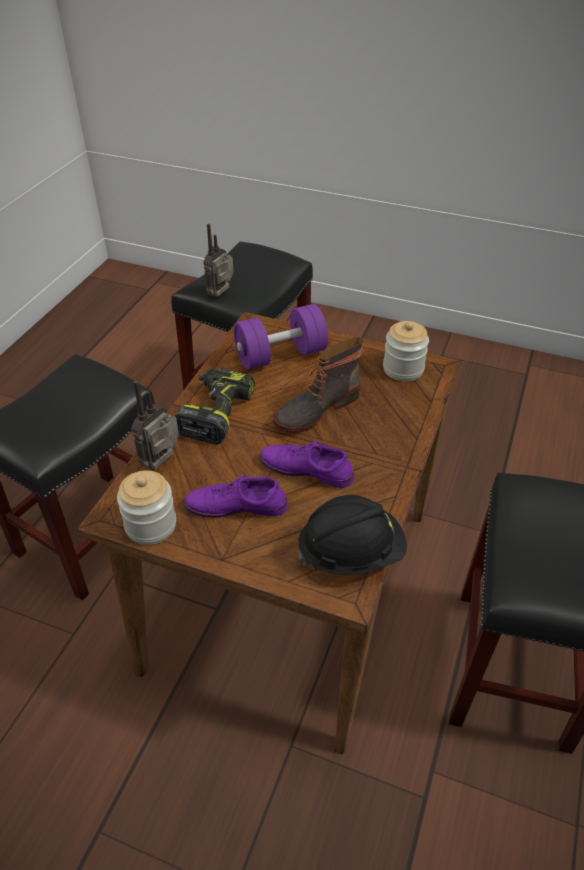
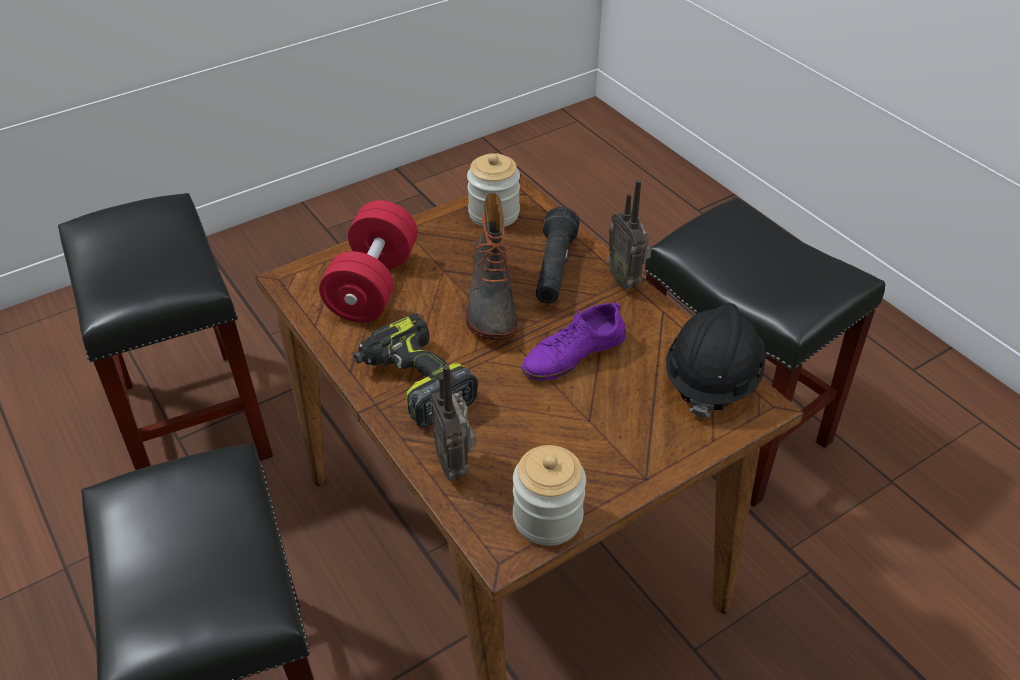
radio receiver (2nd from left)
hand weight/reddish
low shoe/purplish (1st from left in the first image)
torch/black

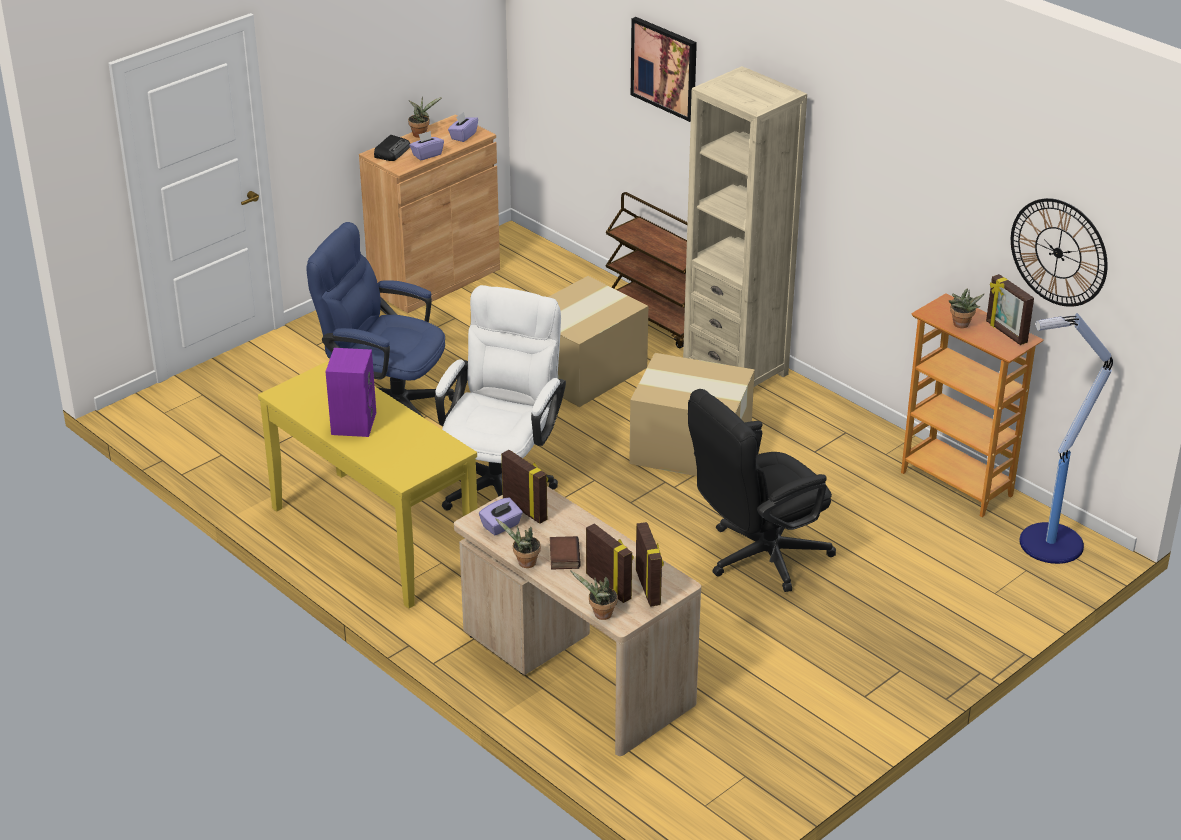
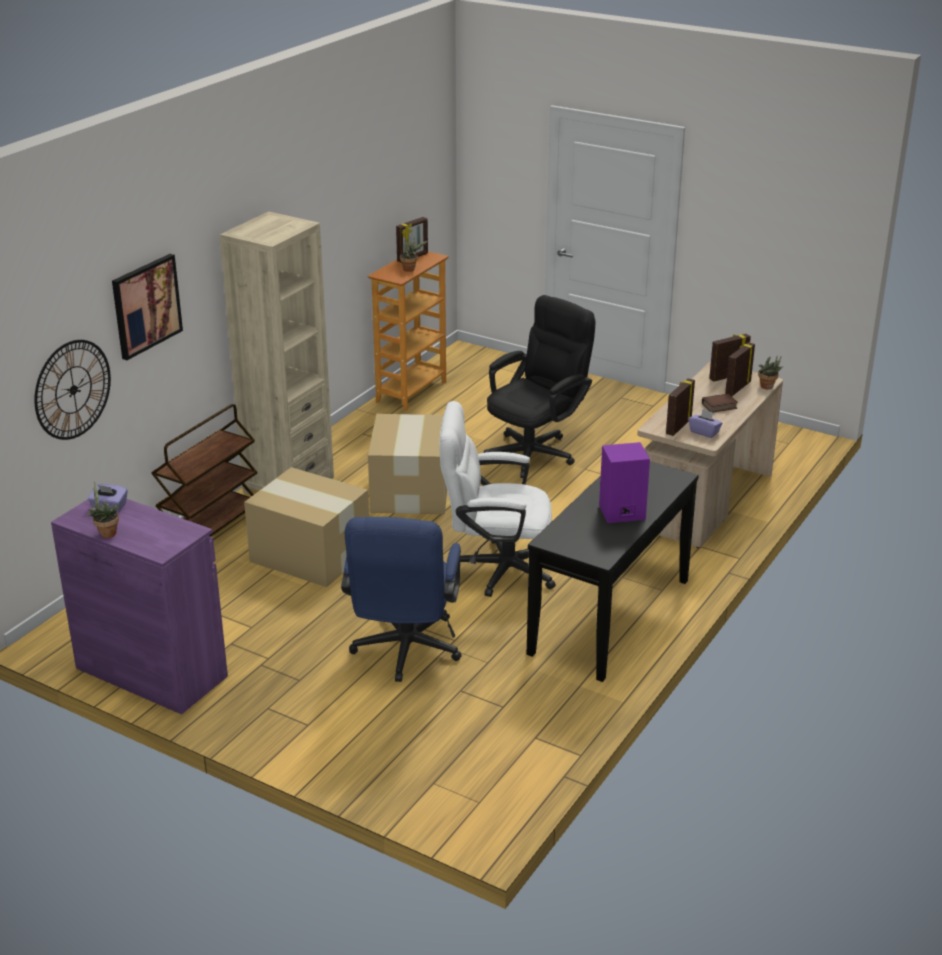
storage cabinet/purplish
tissue box/purplish (1st from left in the first image)
radio receiver
hanging clock
standing lamp
narrow table/black
desk chair/black
plant in a pot (2nd from left in the first image)

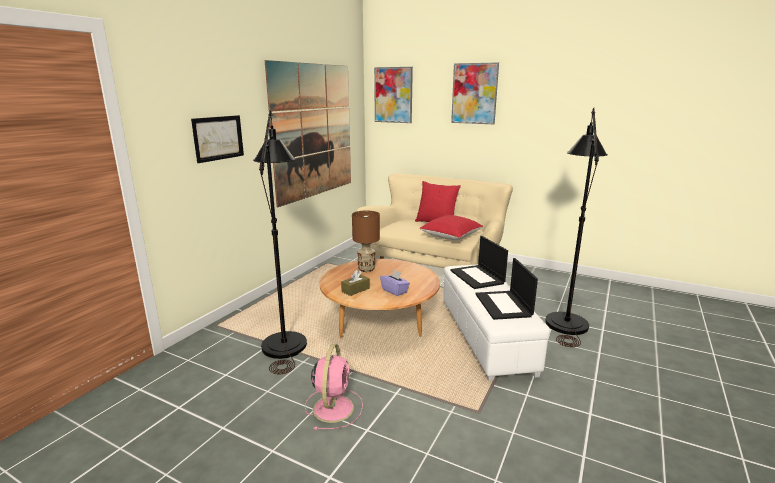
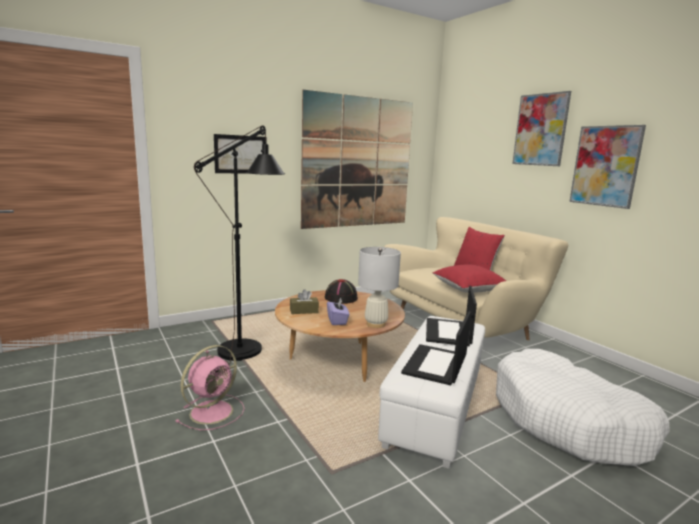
wall art (4th from left)
dog bed/whitish
wearable hat/black
table lamp/whitish

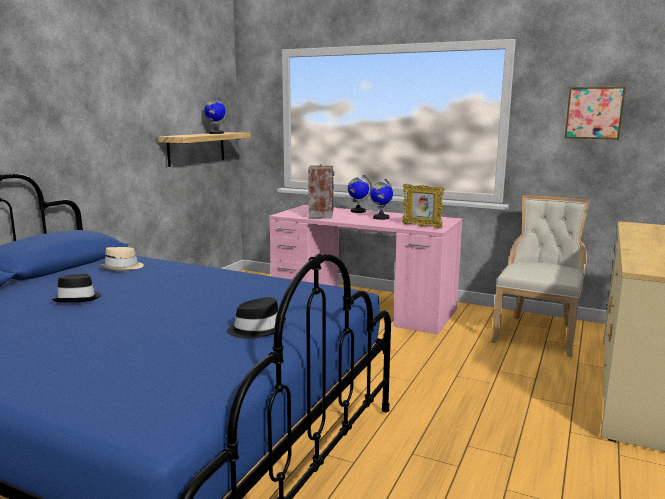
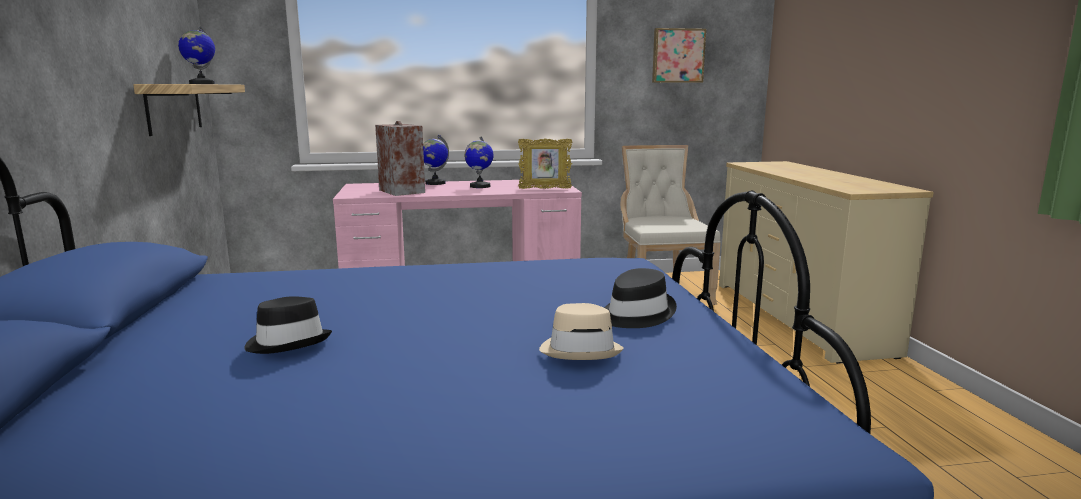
wearable hat/sand-coloured

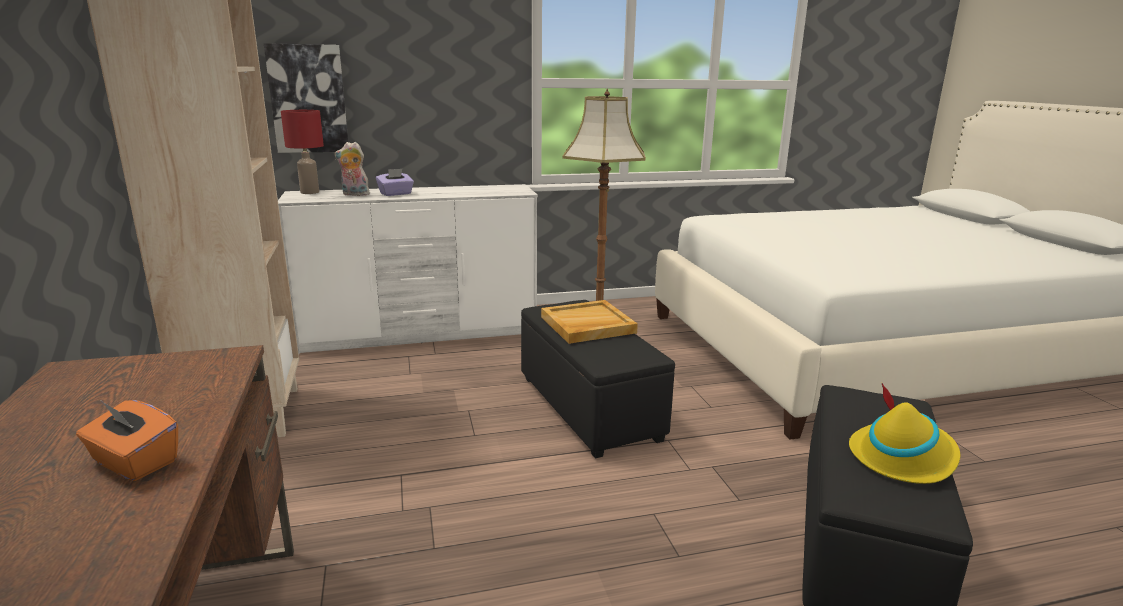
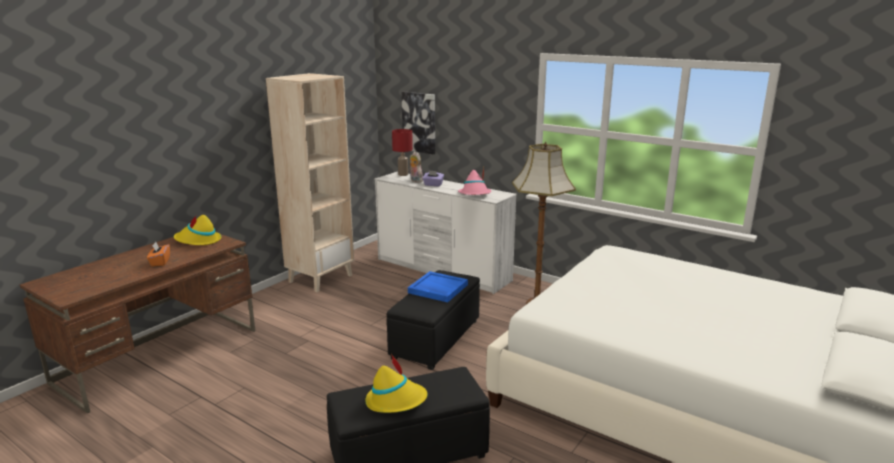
serving tray/bluish
wearable hat/pinkish
wearable hat/yellowish (1st from left)

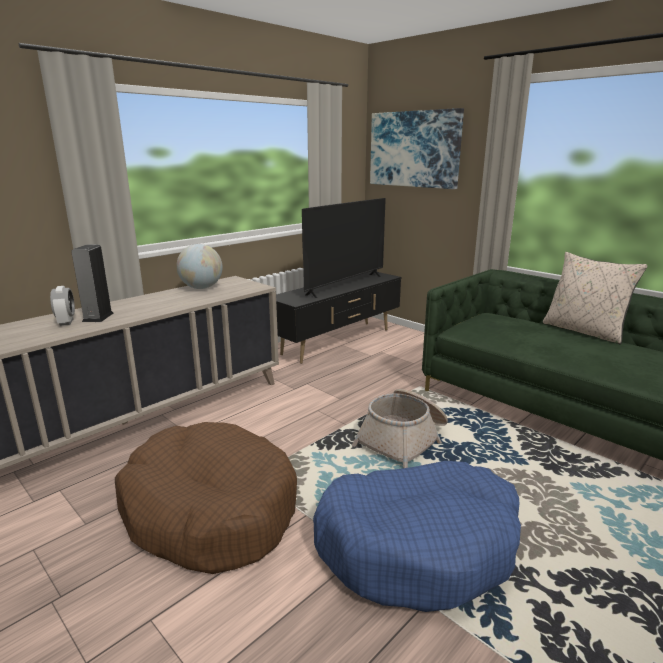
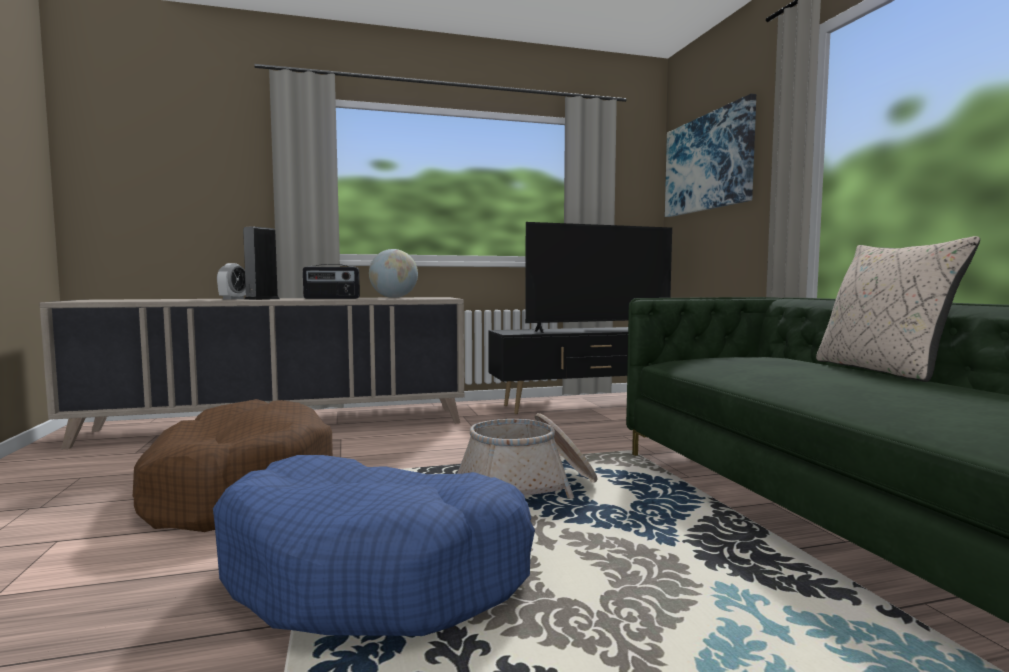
radio receiver

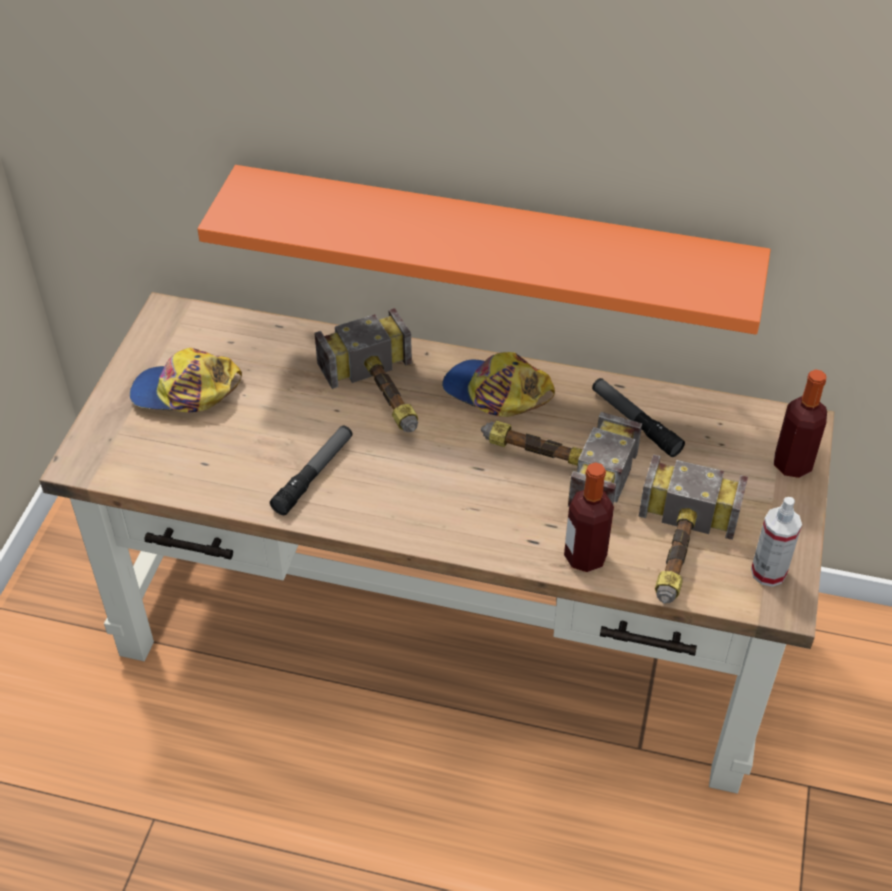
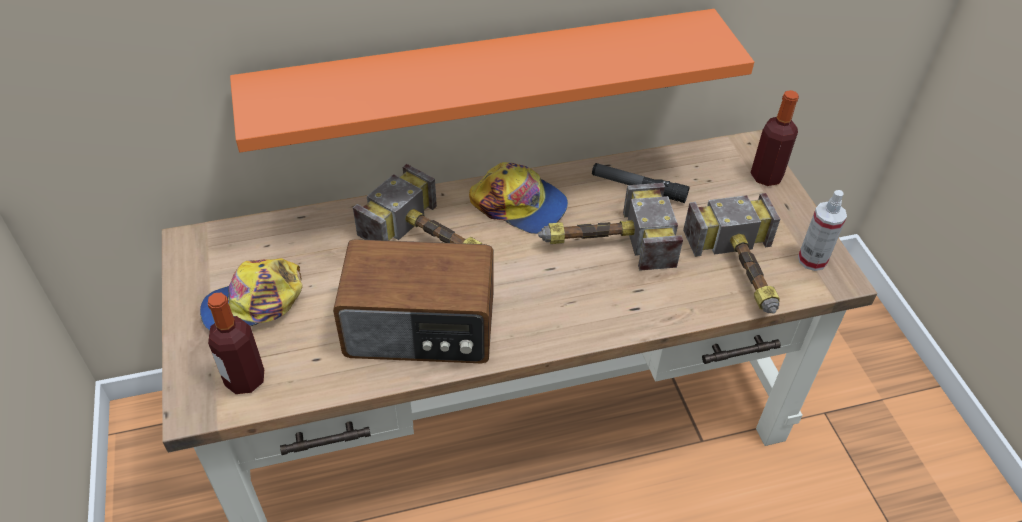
baseball cap (2nd from left)
radio receiver
beverage bottle (1st from left)

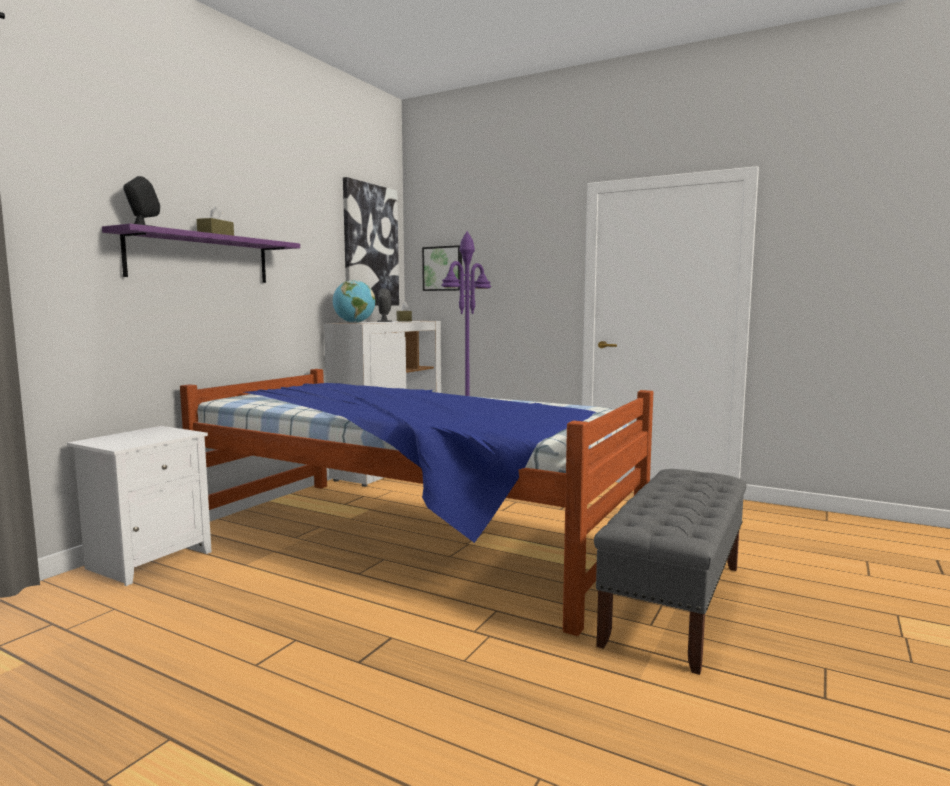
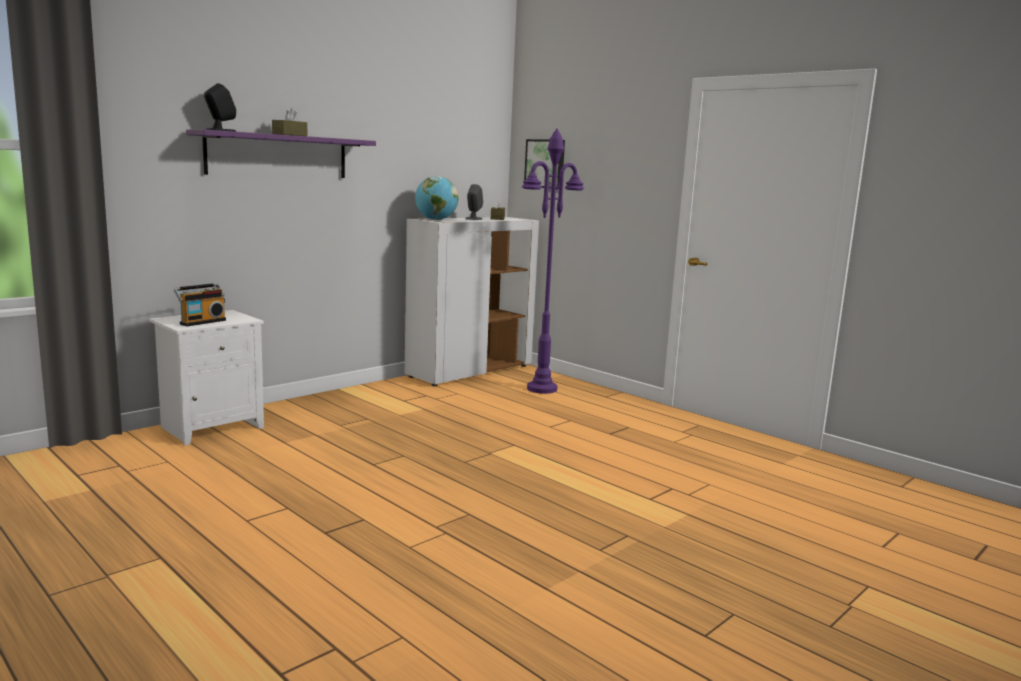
wall art (1st from left in the first image)
sleeping bed
indoor bench/grey
radio receiver

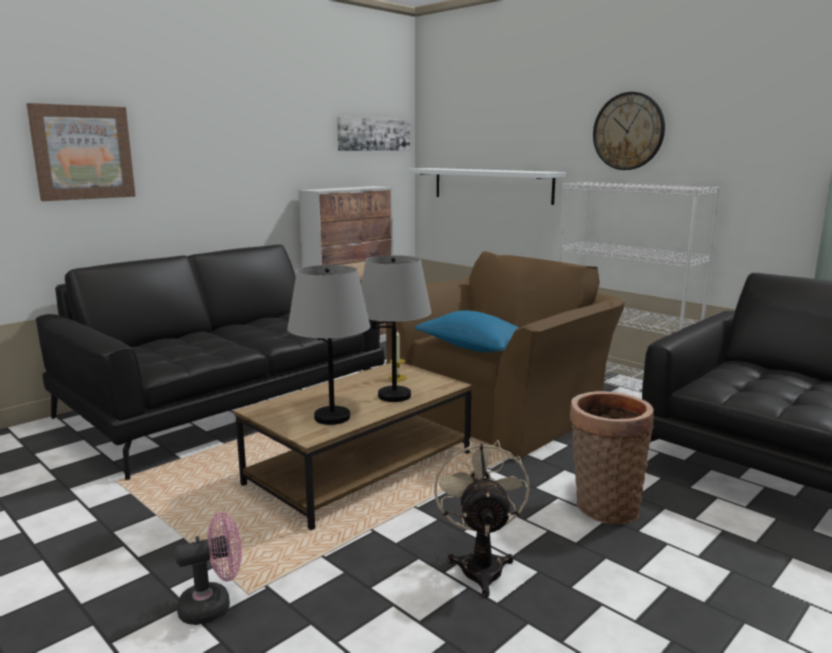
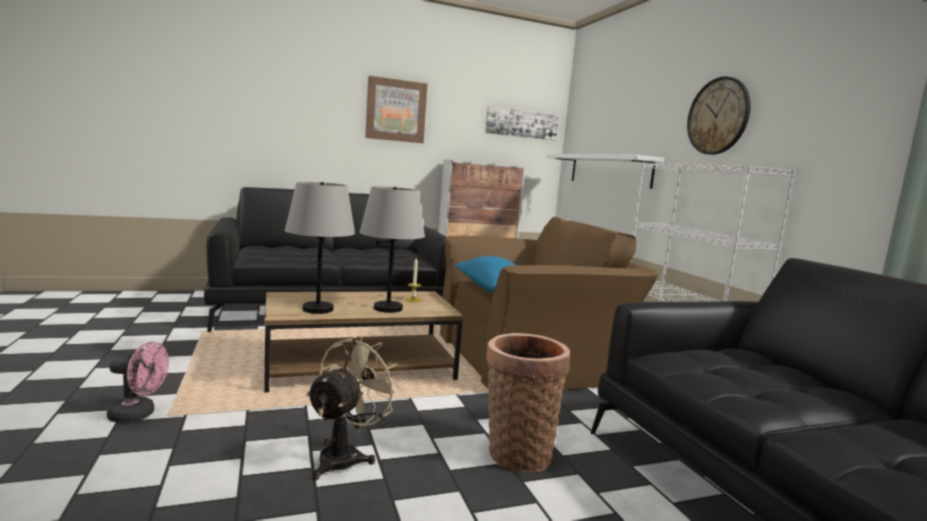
wall art (1st from left)

